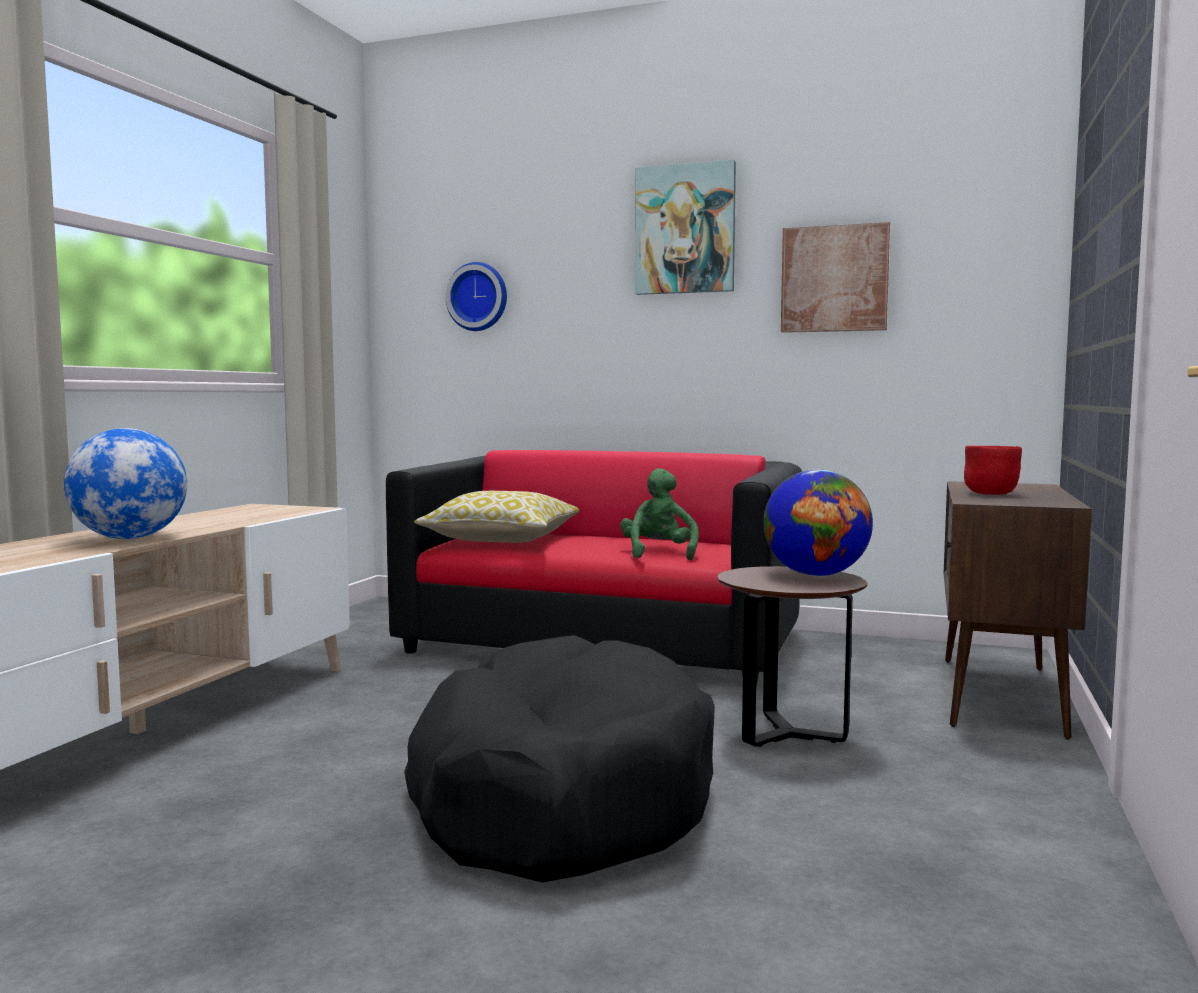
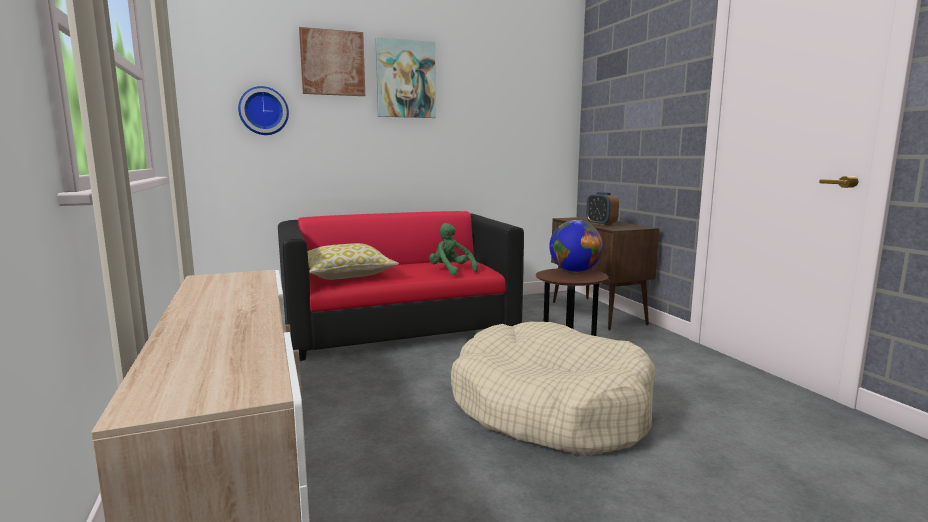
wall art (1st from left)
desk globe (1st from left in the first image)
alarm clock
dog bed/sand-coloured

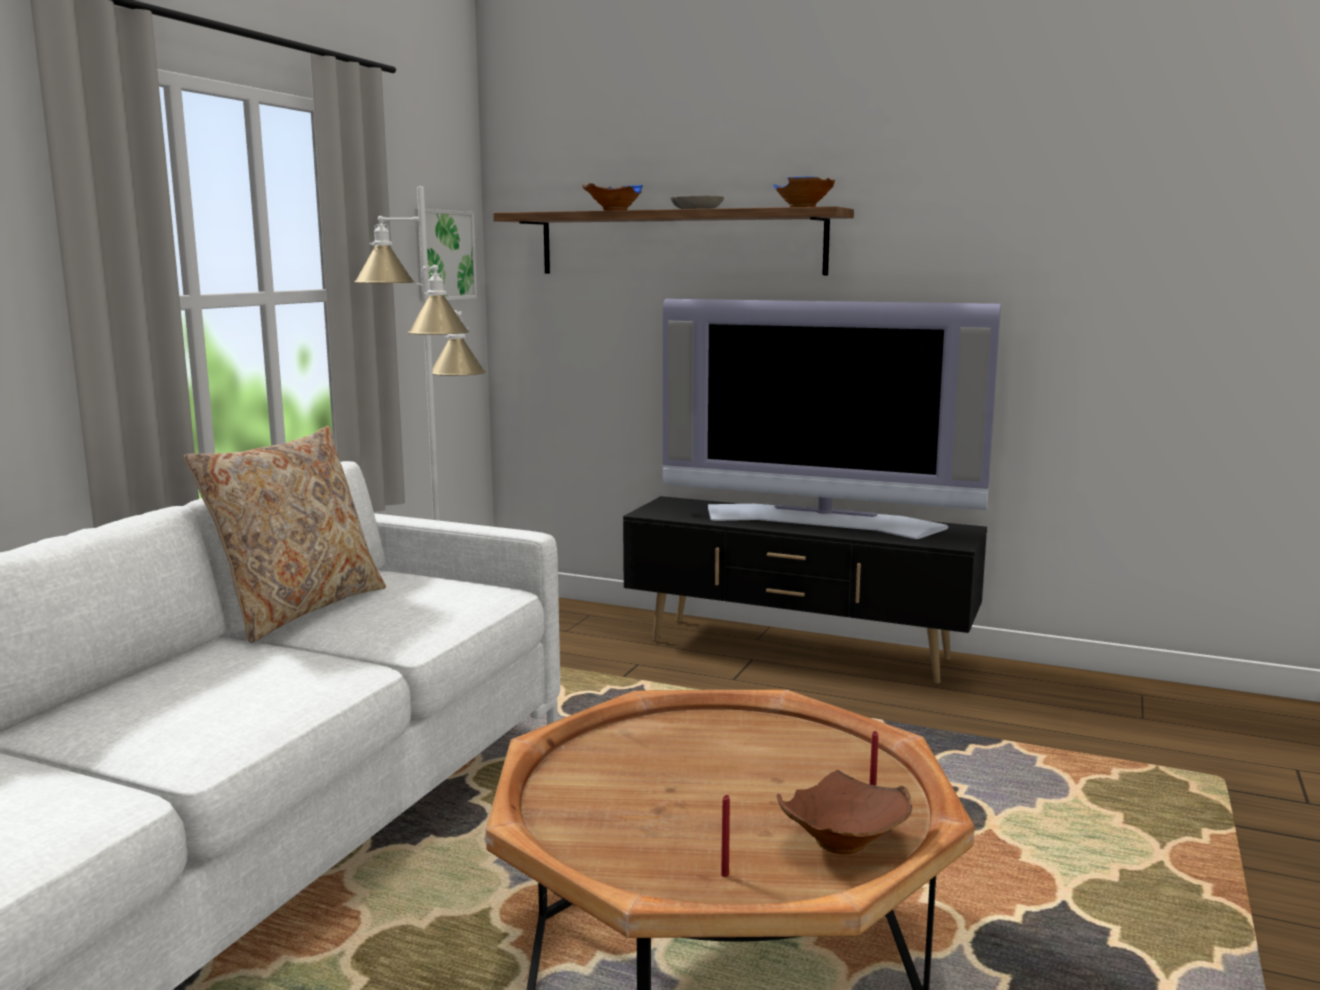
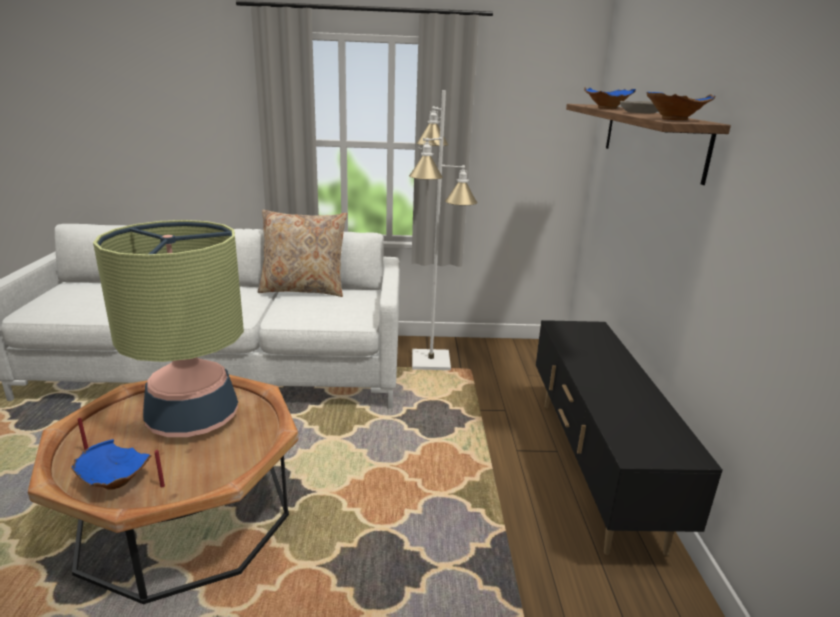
wall art
television
serving bowl/bluish (1st from left)
table lamp

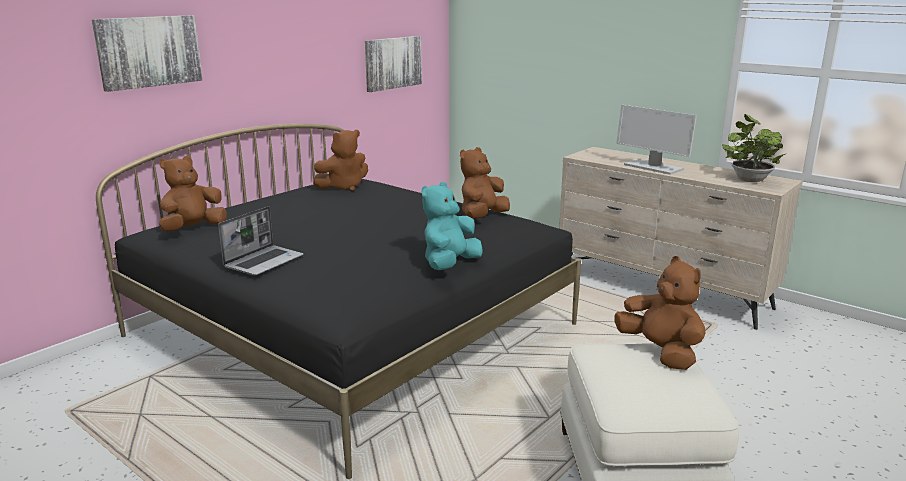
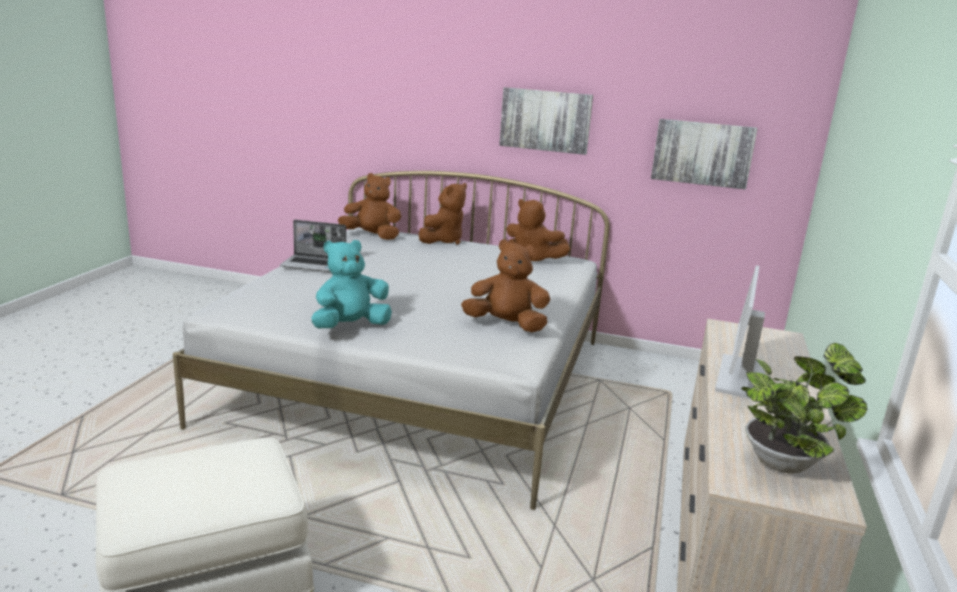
wall art (1st from left)
sleeping bed/whitish
soft toy/turquoise-coloured
soft toy/brown-coloured (2nd from left)

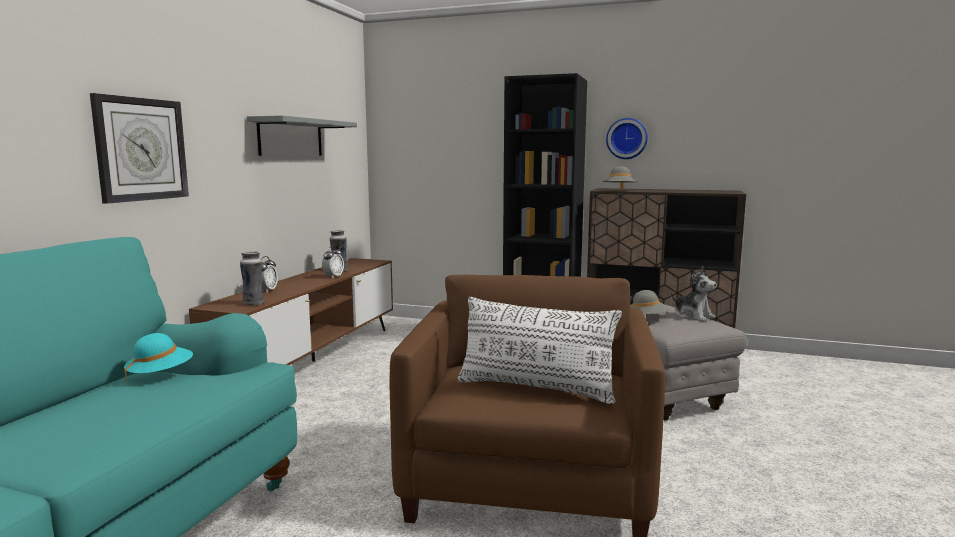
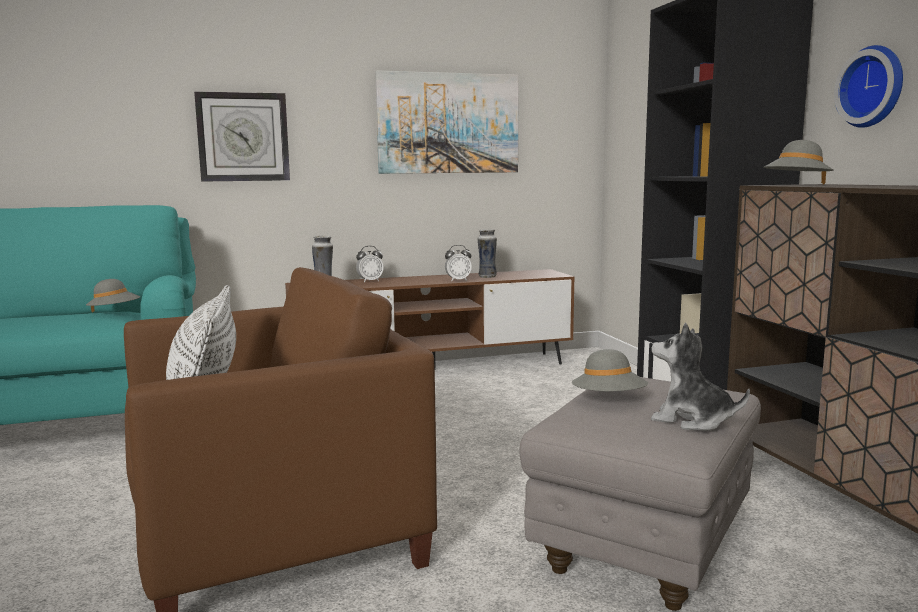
wall art
soft toy
wearable hat/grey (1st from left)

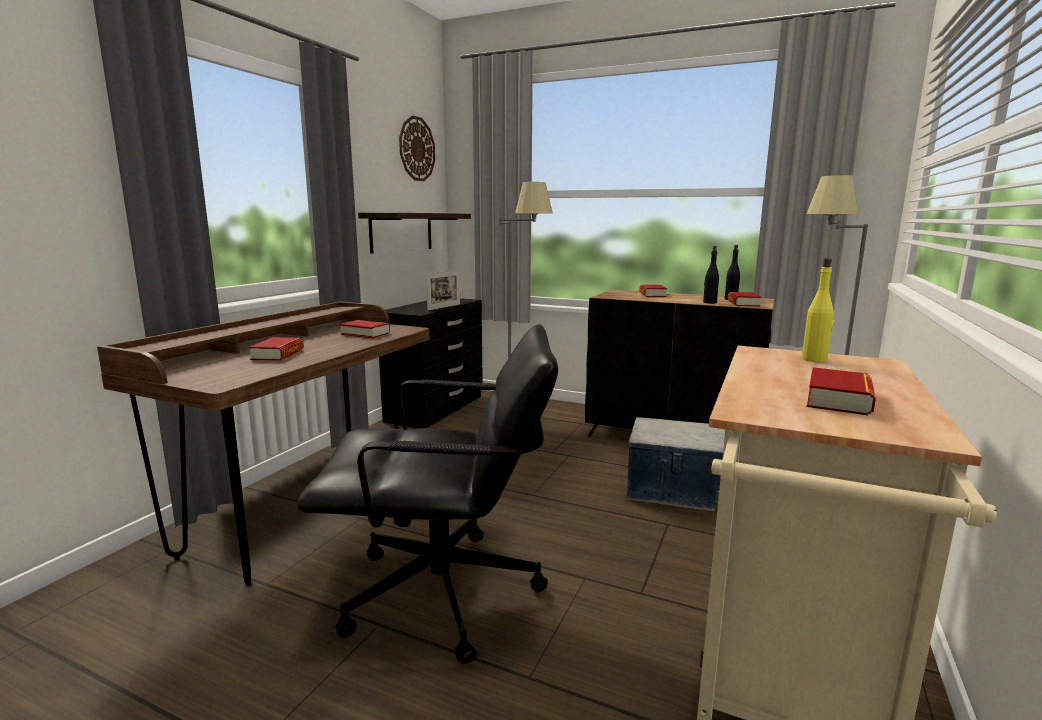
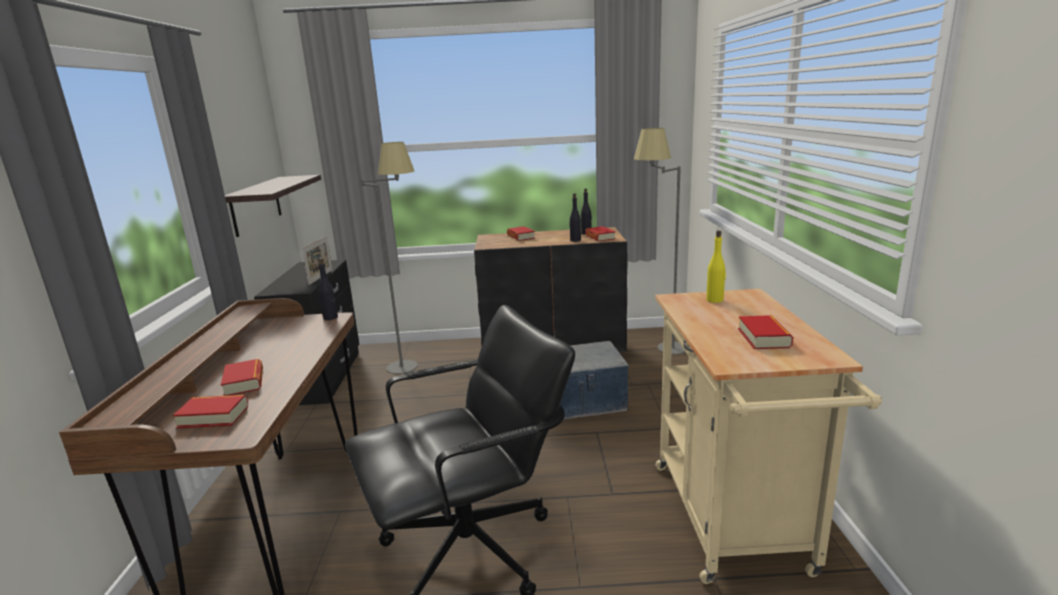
hanging clock
bound book (1st from left)
beverage bottle/black (1st from left)

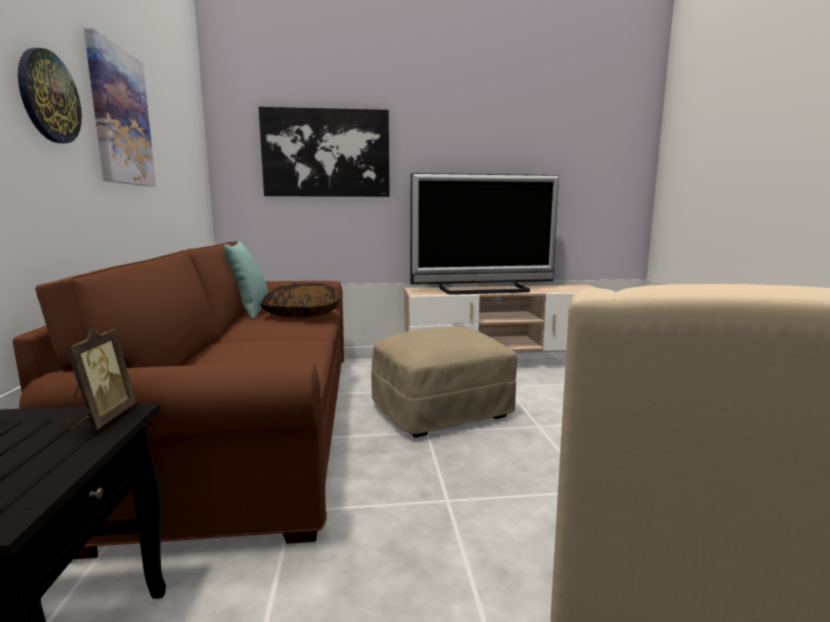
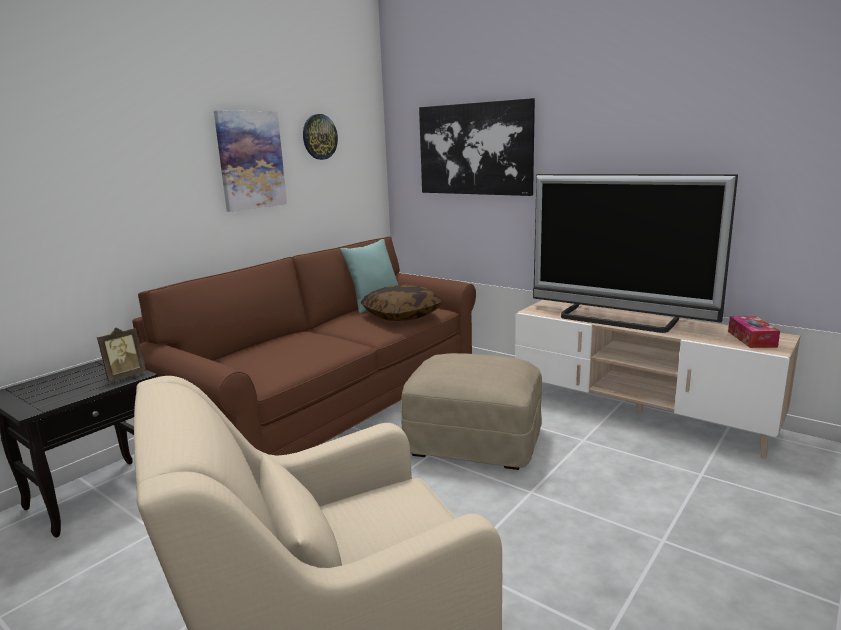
hanging clock
tissue box

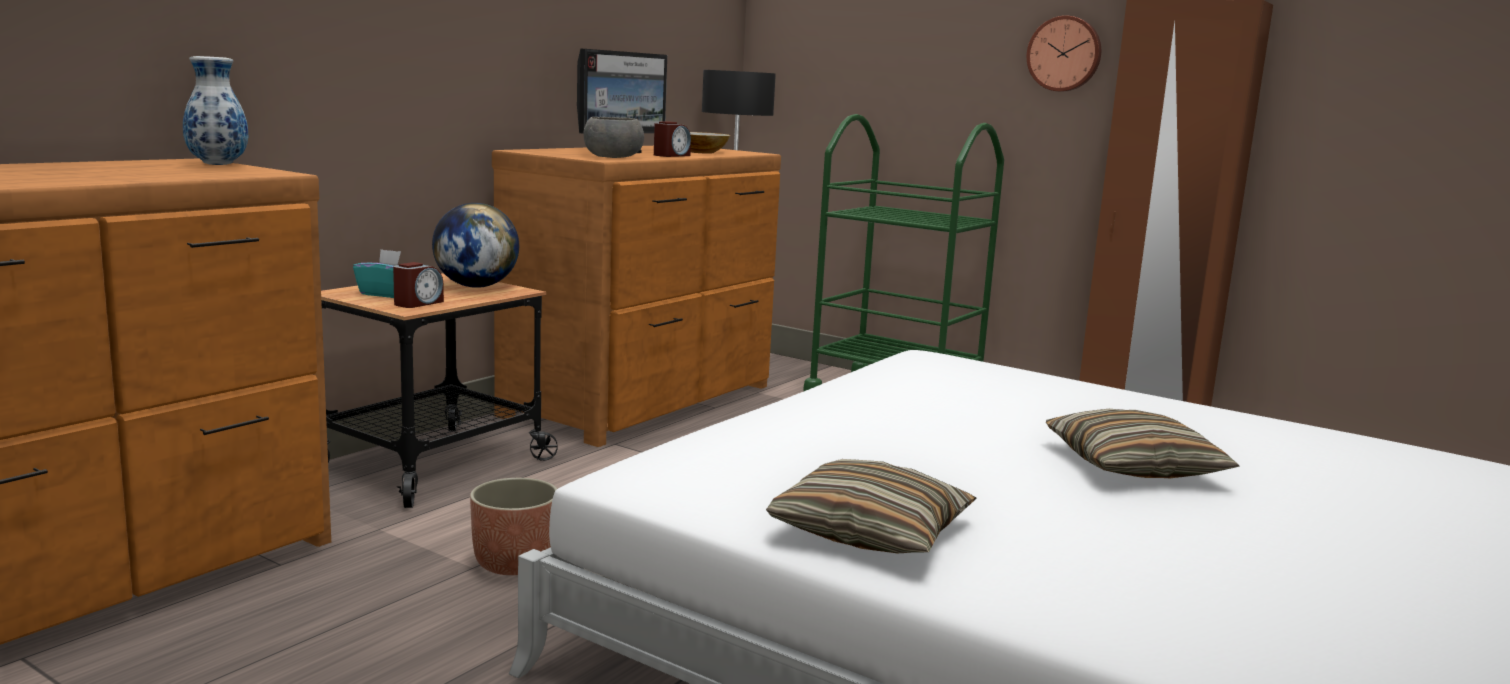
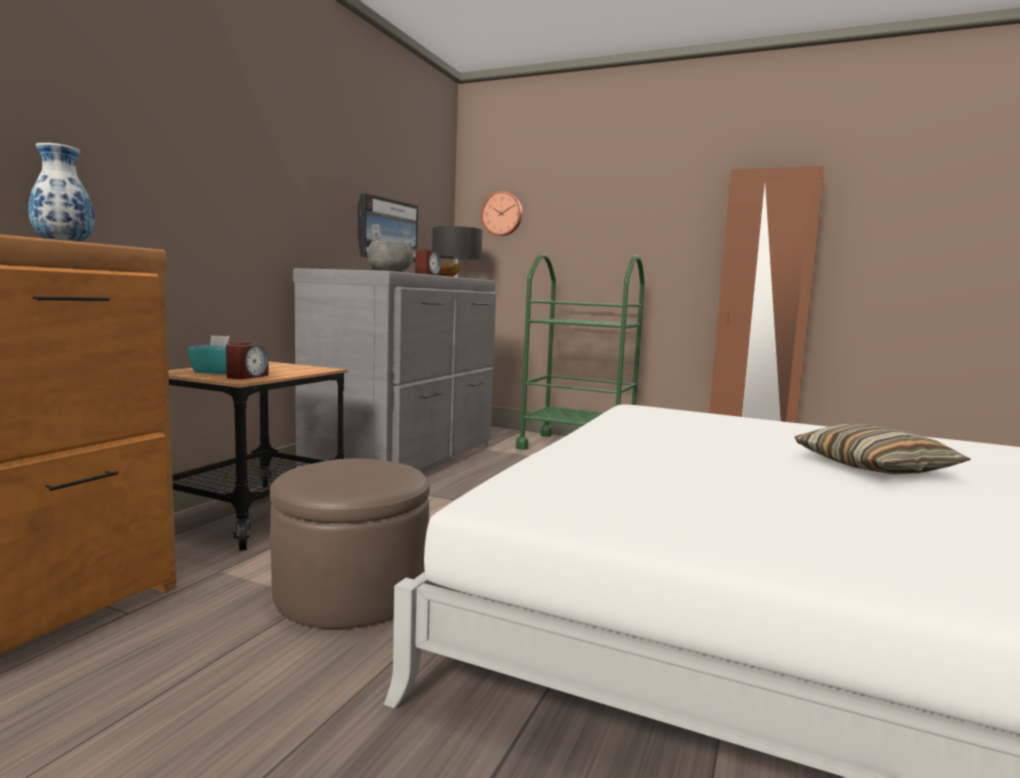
hanging clock
dresser/grey
desk globe
throw pillow (1st from left in the first image)
pouffe/brown-coloured

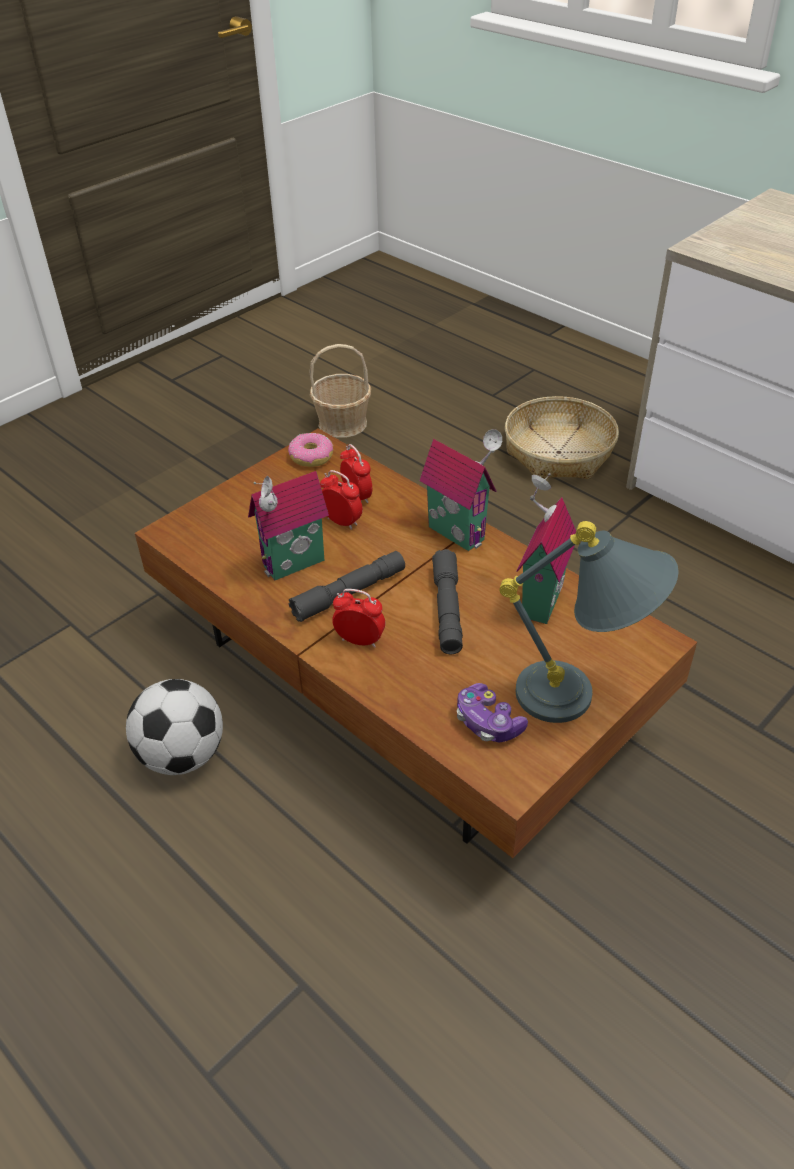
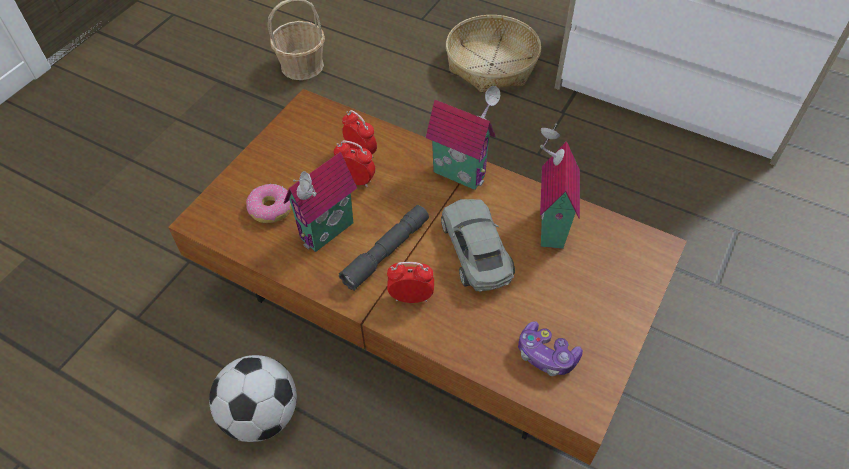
ring doughnut
table lamp/grey
model car/grey

